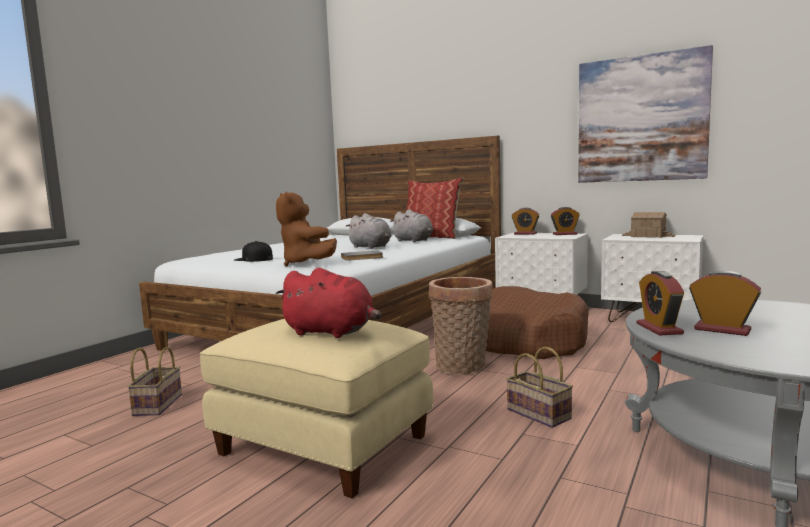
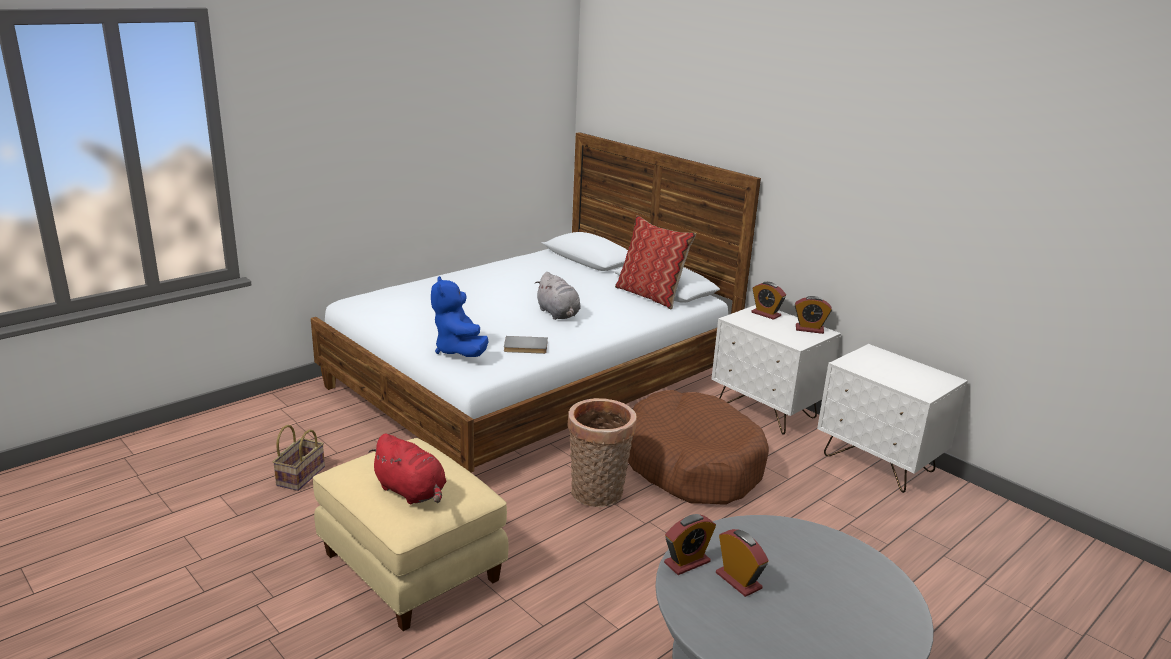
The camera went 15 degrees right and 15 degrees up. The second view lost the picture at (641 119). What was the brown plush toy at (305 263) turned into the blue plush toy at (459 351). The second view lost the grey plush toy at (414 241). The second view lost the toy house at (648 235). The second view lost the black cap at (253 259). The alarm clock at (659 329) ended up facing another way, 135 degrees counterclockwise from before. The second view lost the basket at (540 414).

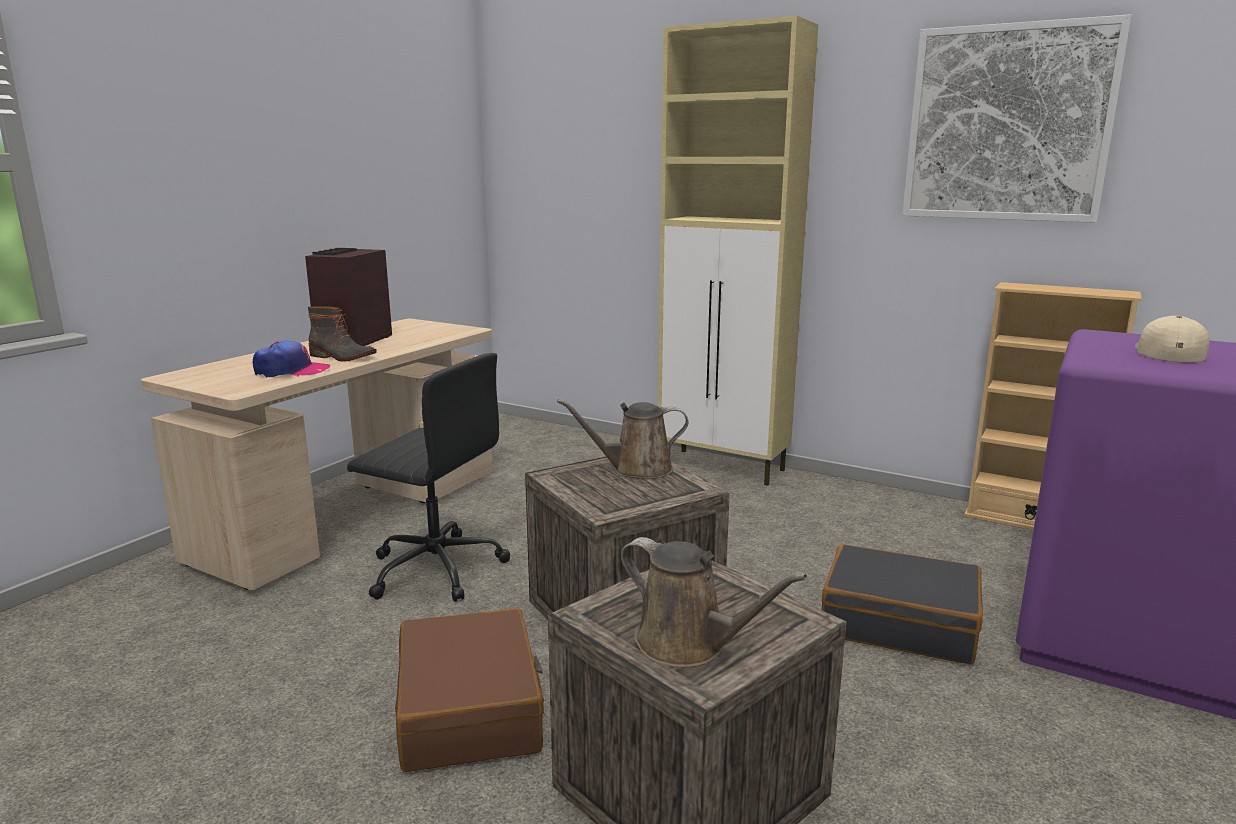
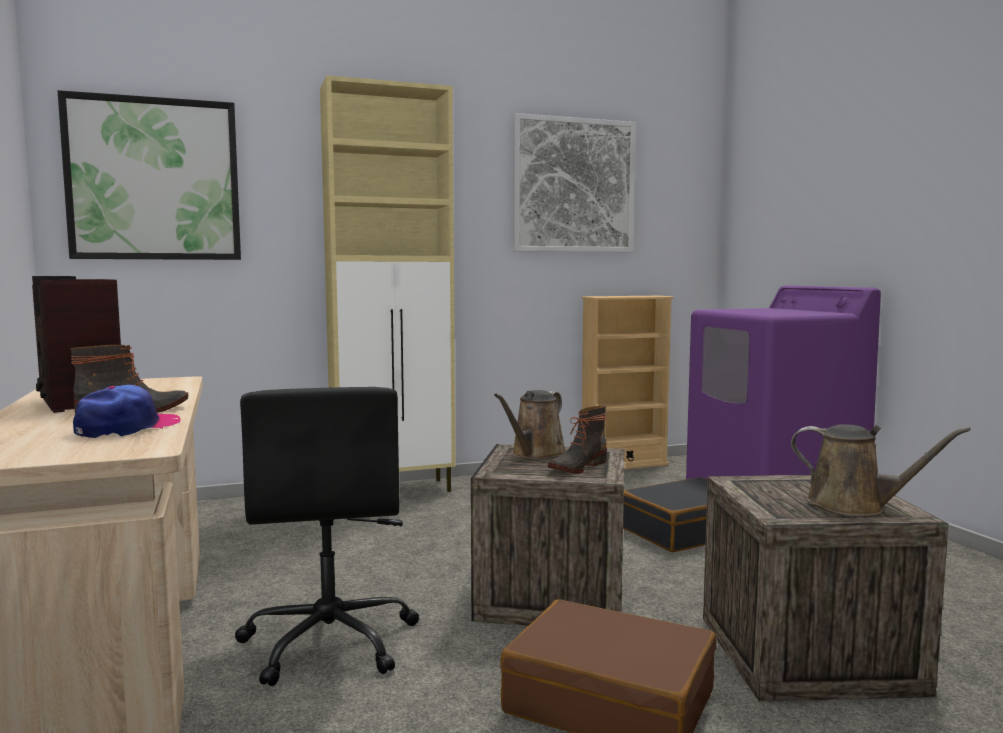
The camera went 50 degrees left and 10 degrees down. The second view lost the beige cap at (1169 352). The black office chair at (434 568) ended up facing another way, 105 degrees clockwise from before. The brown watering can at (688 644) ended up facing another way, 45 degrees clockwise from before. The second view gained the picture at (154 179). The second view gained the boot at (576 467).

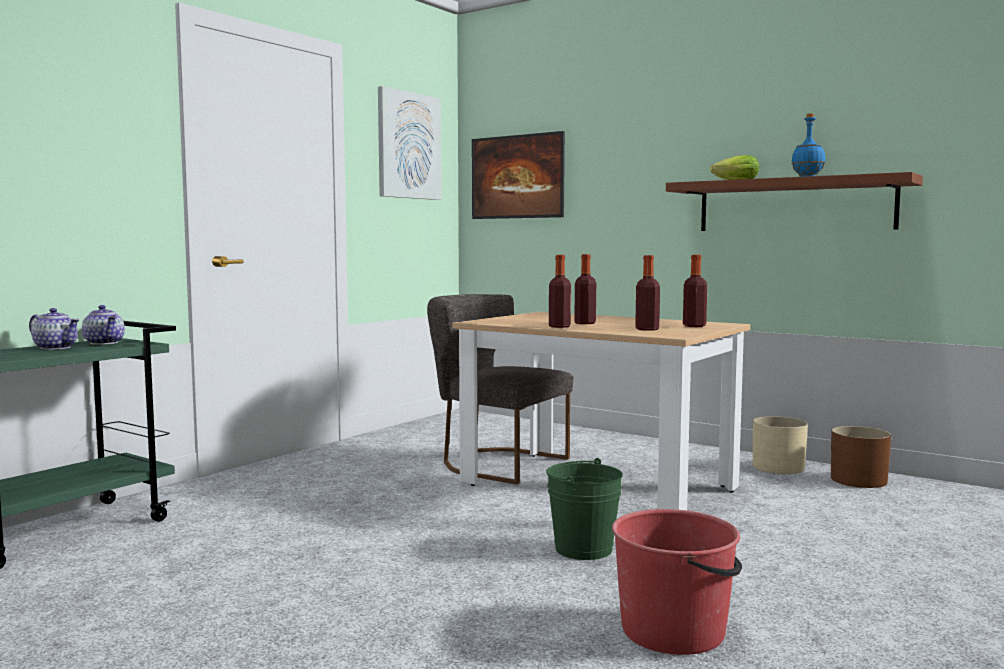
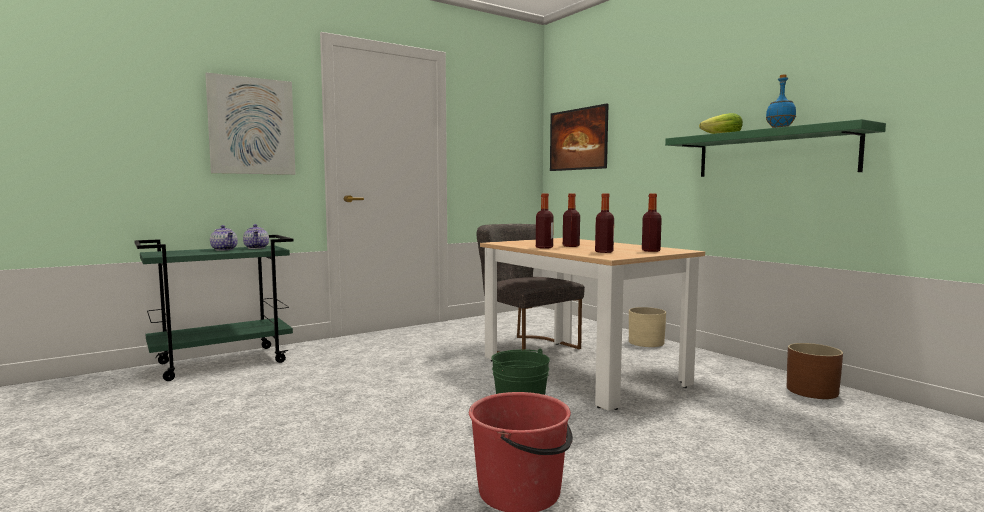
The camera went 20 degrees right and 0 degrees up. The picture ended up elsewhere, having gone from (408 146) to (251 126). What was the brown shelf at (794 205) turned into the green shelf at (773 153). The beige planter ended up elsewhere, having gone from (778 467) to (646 342).

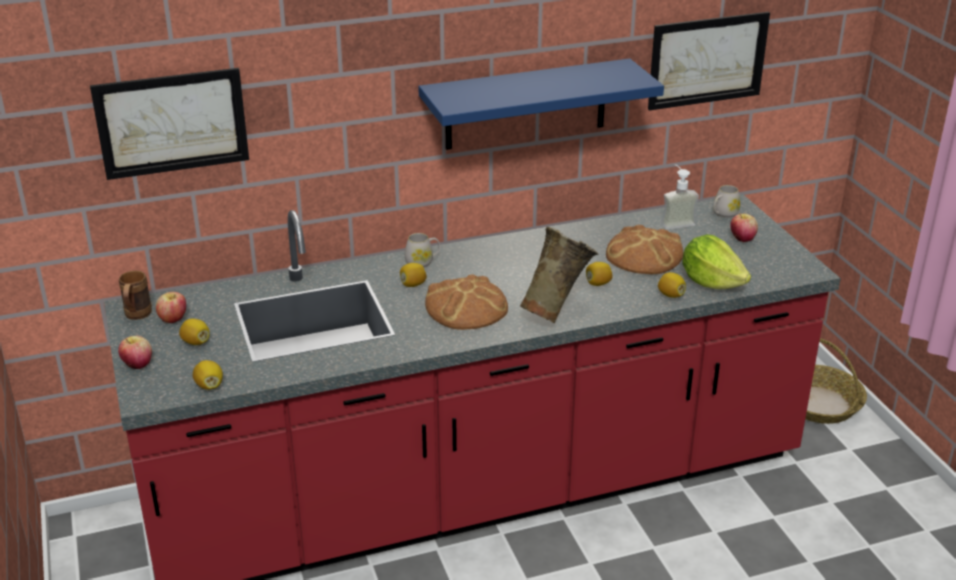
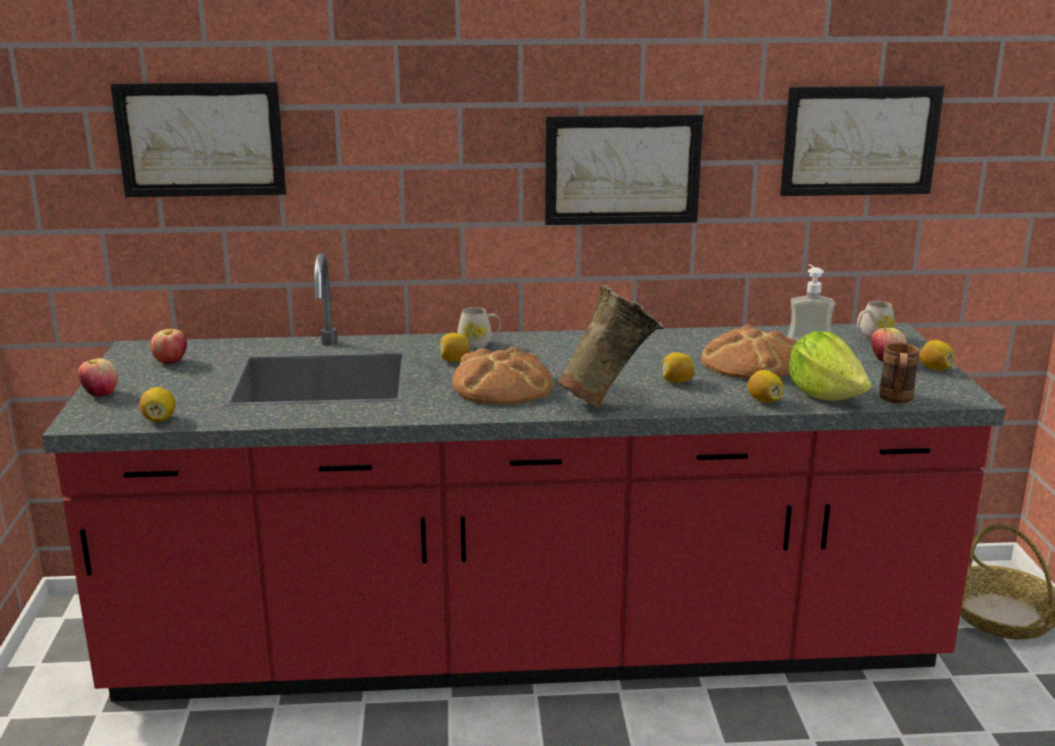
The camera went 15 degrees right and 10 degrees down. Where the blue shelf hung at (526 104), the picture came to hang at (622 170). The brown mug ended up elsewhere, having gone from (136 316) to (895 400). The lemon ended up elsewhere, having gone from (196 342) to (935 369).

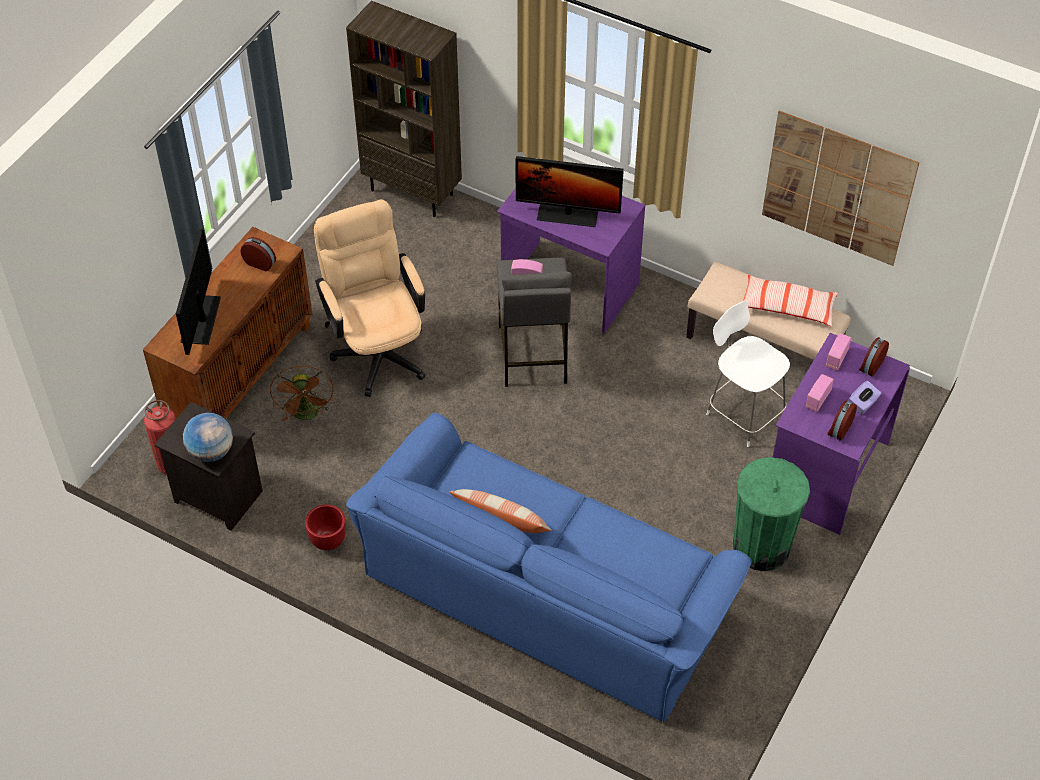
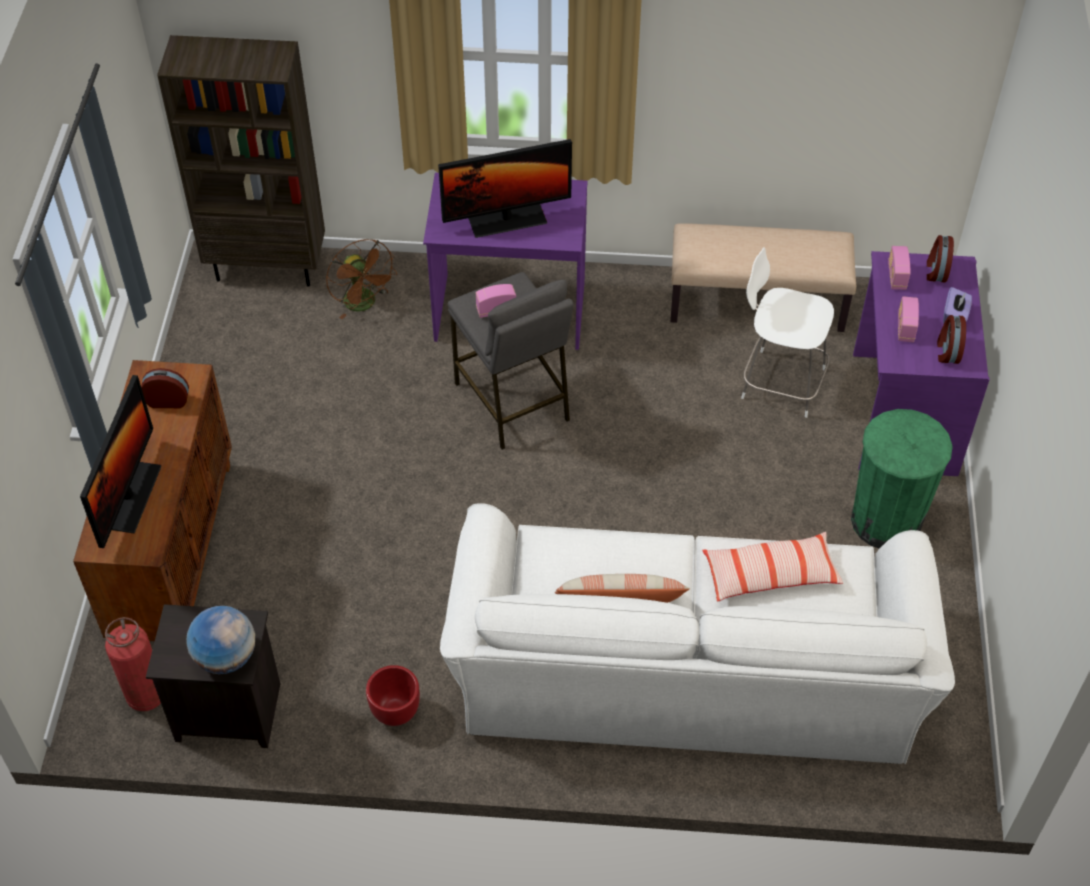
The camera went 25 degrees left and 0 degrees up. The second view lost the picture at (837 188). The second view lost the beige office chair at (377 348). The monitor at (200 319) ended up facing another way, 150 degrees counterclockwise from before. The pillow ended up elsewhere, having gone from (787 307) to (770 575). The brown fan ended up elsewhere, having gone from (307 415) to (364 304). What was the blue sofa at (548 590) turned into the white sofa at (686 666).

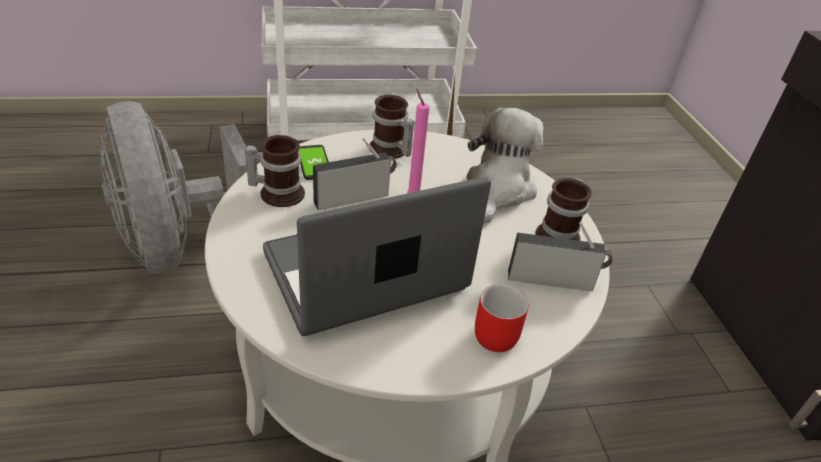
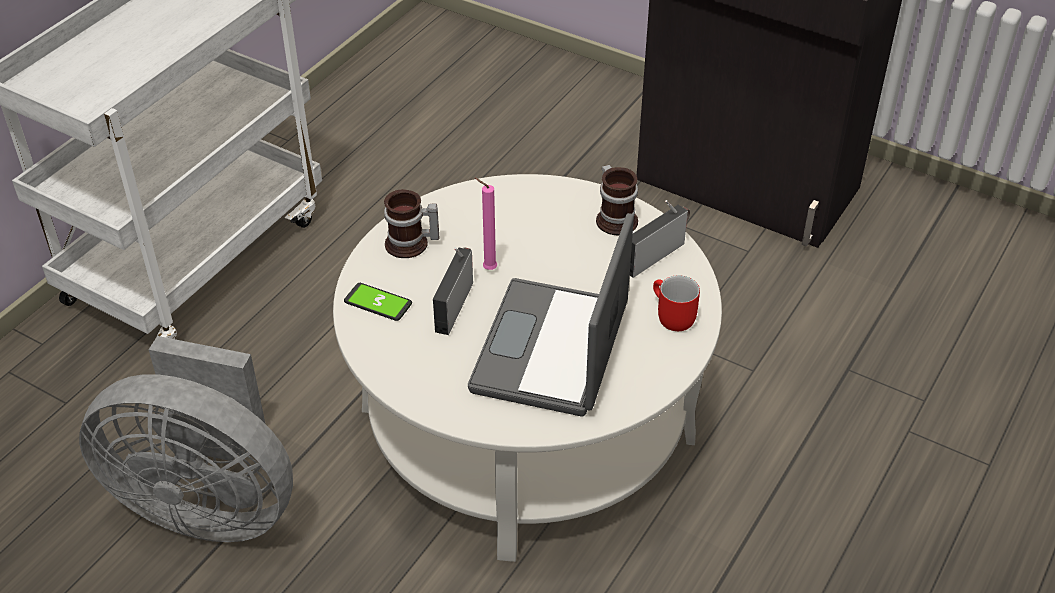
The camera went 45 degrees left and 5 degrees up. The second view lost the plush toy at (497 190). The second view lost the mug at (278 192).

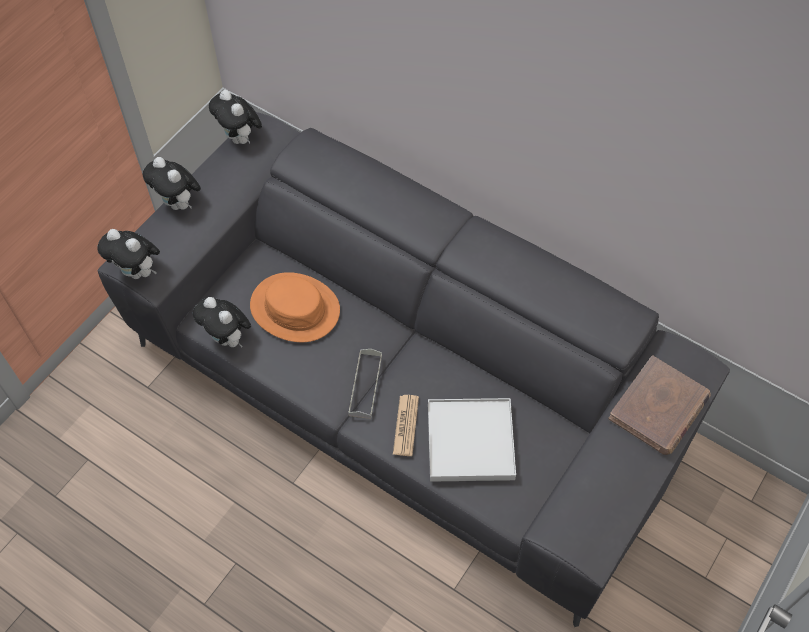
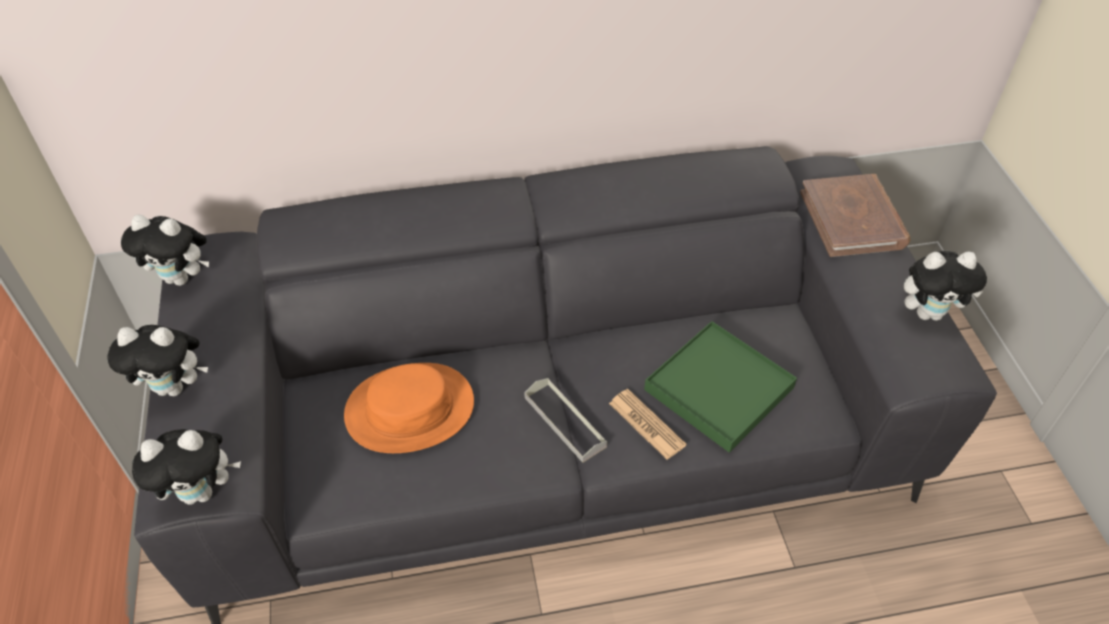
The camera went 45 degrees left and 10 degrees down. The plush toy ended up elsewhere, having gone from (228 338) to (929 312). What was the white tray at (470 441) turned into the green tray at (719 388).

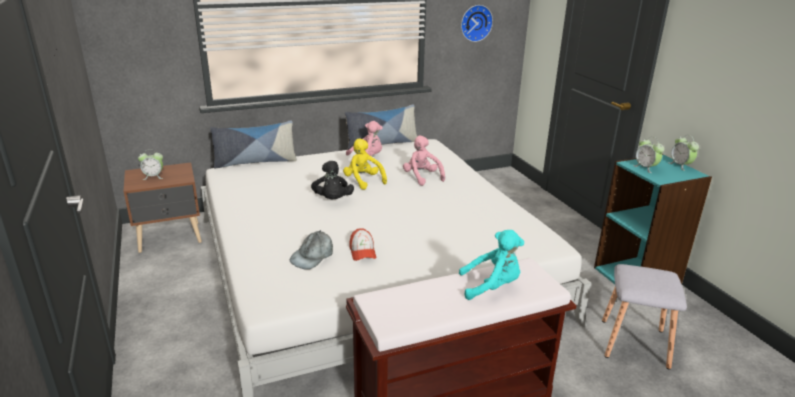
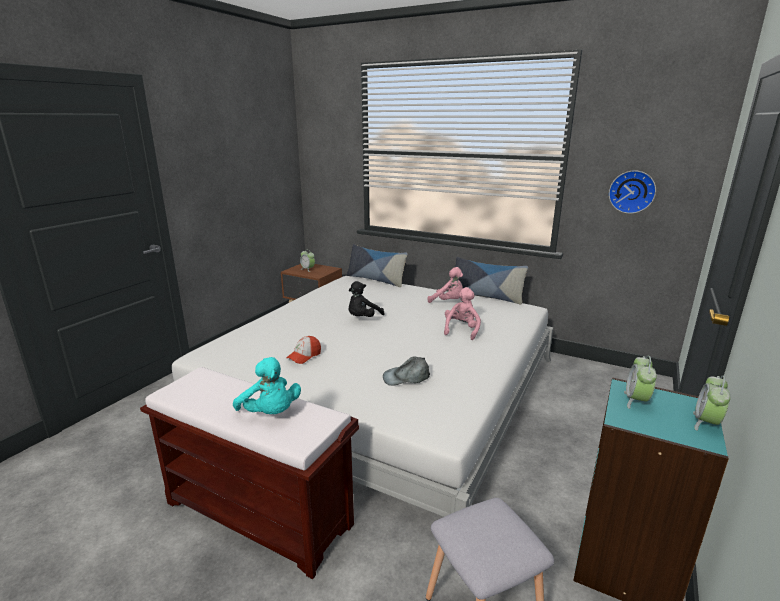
The camera went 50 degrees right and 5 degrees down. The second view lost the yellow plush toy at (363 181). The grey cap ended up elsewhere, having gone from (313 256) to (406 377).

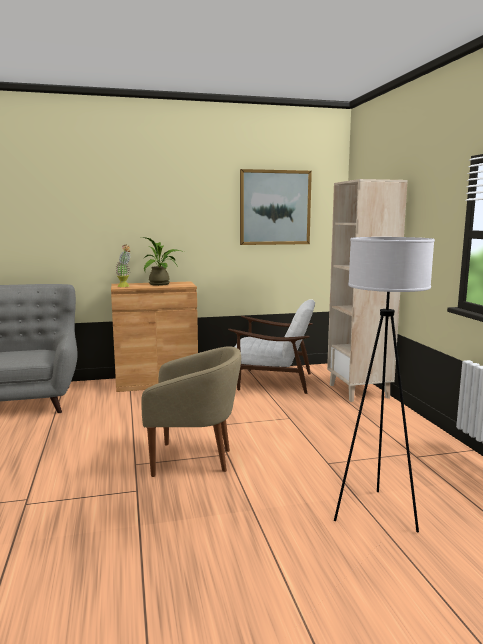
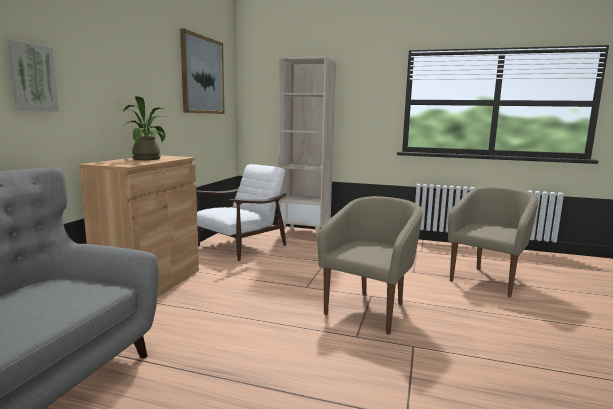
The camera went 60 degrees left and 0 degrees up. Where the white floor lamp stood at (375 513), the beige armchair came to stand at (487 280). The second view lost the potted plant at (125 286). The second view gained the picture at (32 77).

